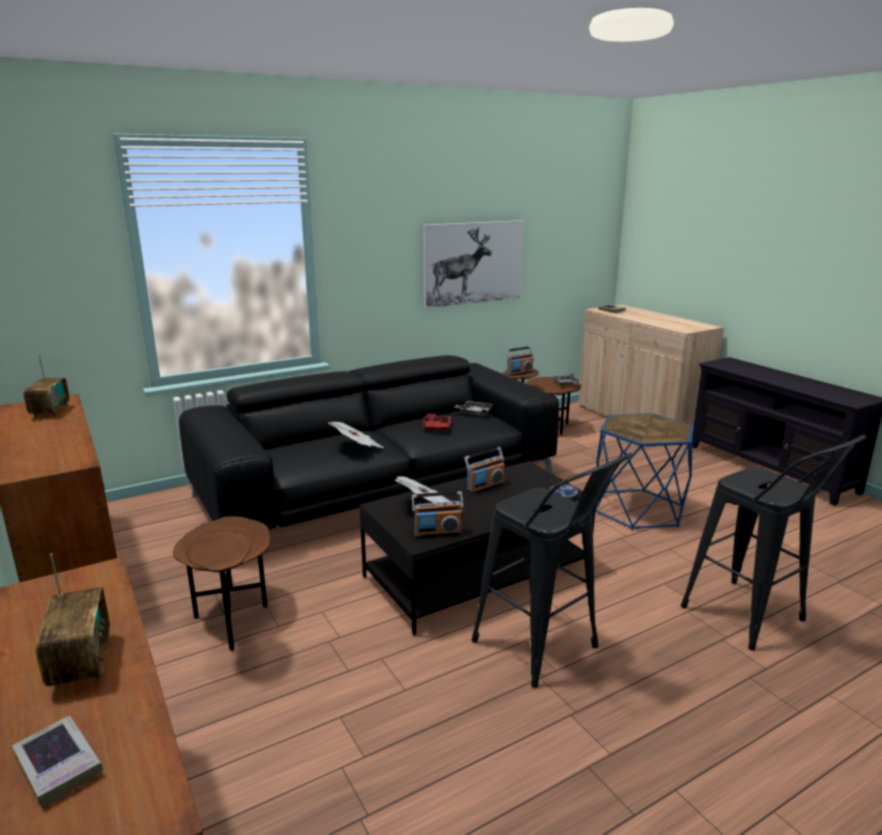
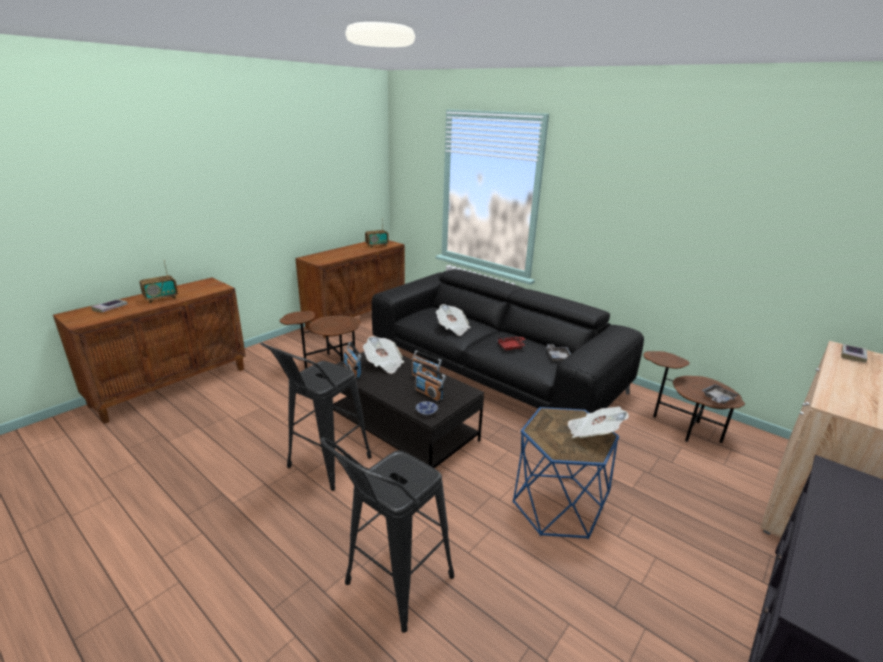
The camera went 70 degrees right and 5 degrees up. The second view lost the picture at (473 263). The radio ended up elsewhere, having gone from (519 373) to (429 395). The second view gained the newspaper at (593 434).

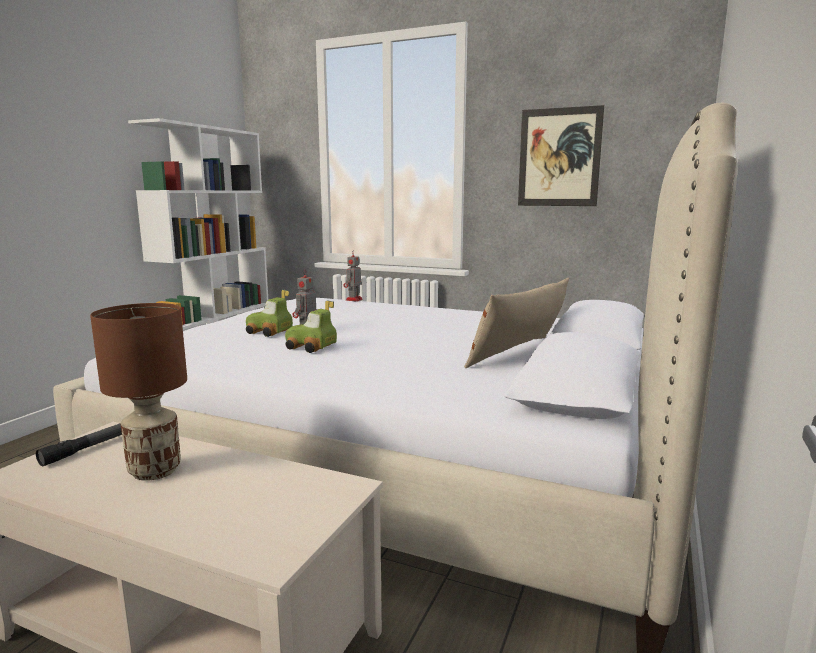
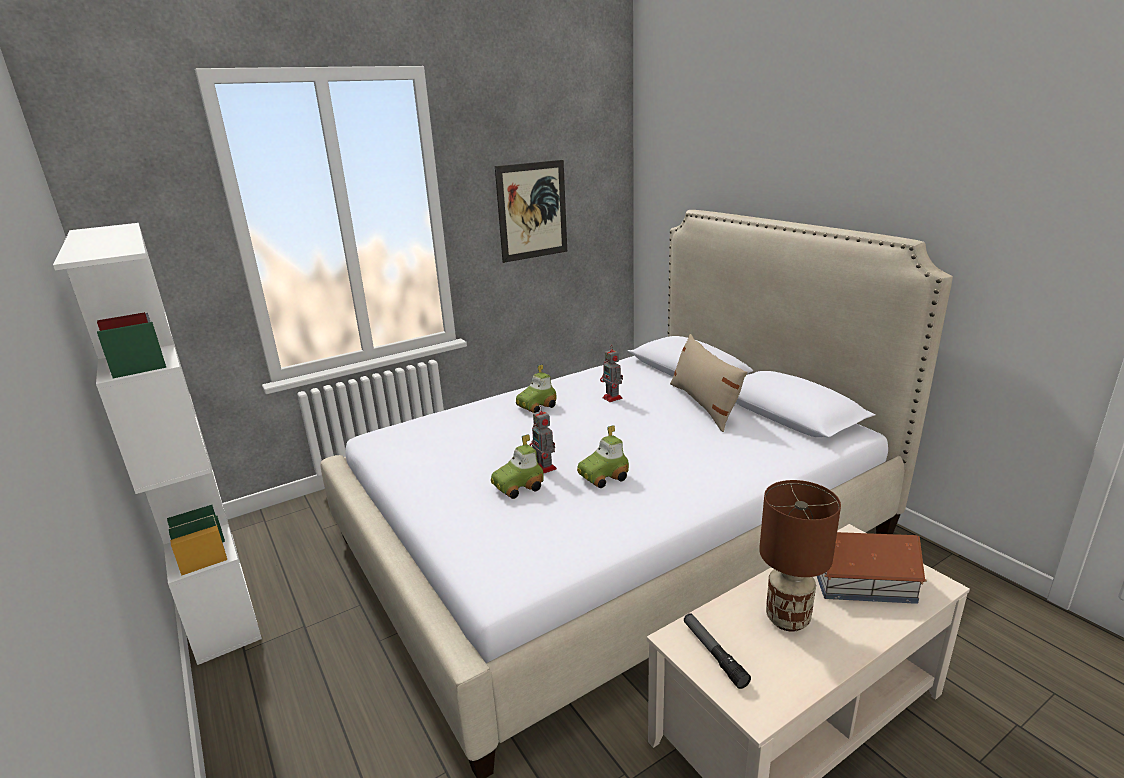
The camera went 55 degrees left and 10 degrees up. The toy robot ended up elsewhere, having gone from (353 300) to (613 398). The second view gained the toy car at (536 406). The second view gained the toy house at (863 582).

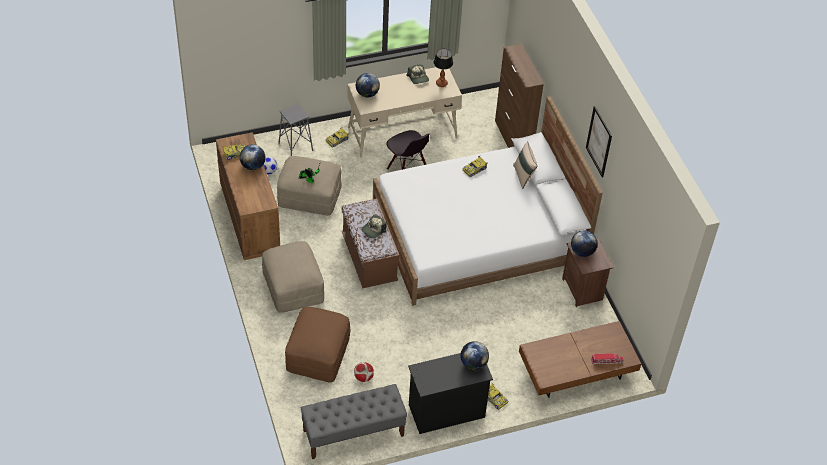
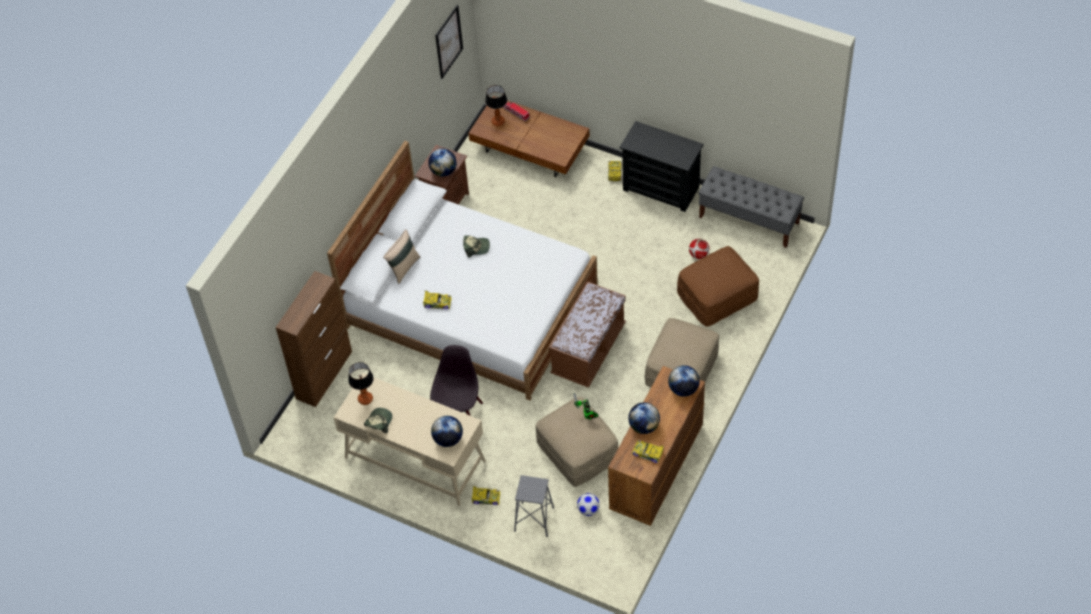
The camera went 130 degrees left and 5 degrees up. The picture ended up elsewhere, having gone from (599 141) to (448 41). The cap ended up elsewhere, having gone from (373 229) to (476 247). The globe ended up elsewhere, having gone from (473 364) to (683 389). The second view gained the table lamp at (497 122).

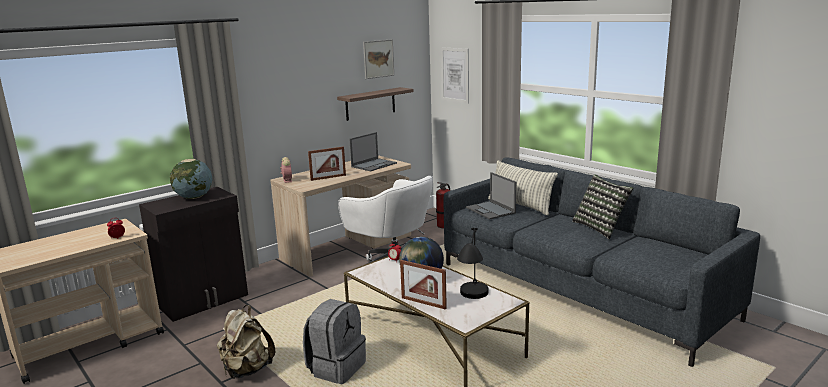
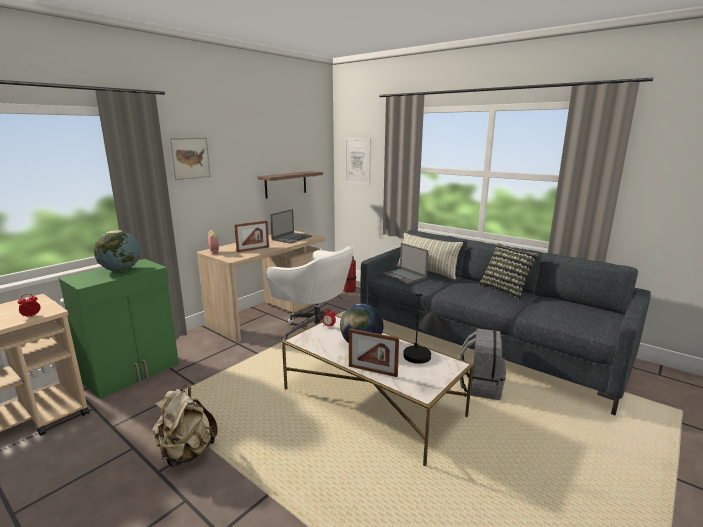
The camera went 10 degrees left and 0 degrees up. The picture ended up elsewhere, having gone from (378 59) to (190 158). What was the black cabinet at (204 301) turned into the green cabinet at (133 373). The grey backpack ended up elsewhere, having gone from (336 367) to (480 386).

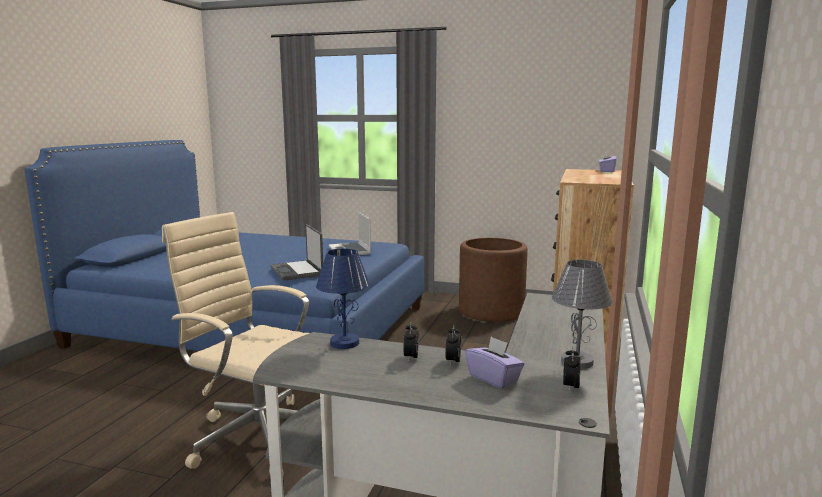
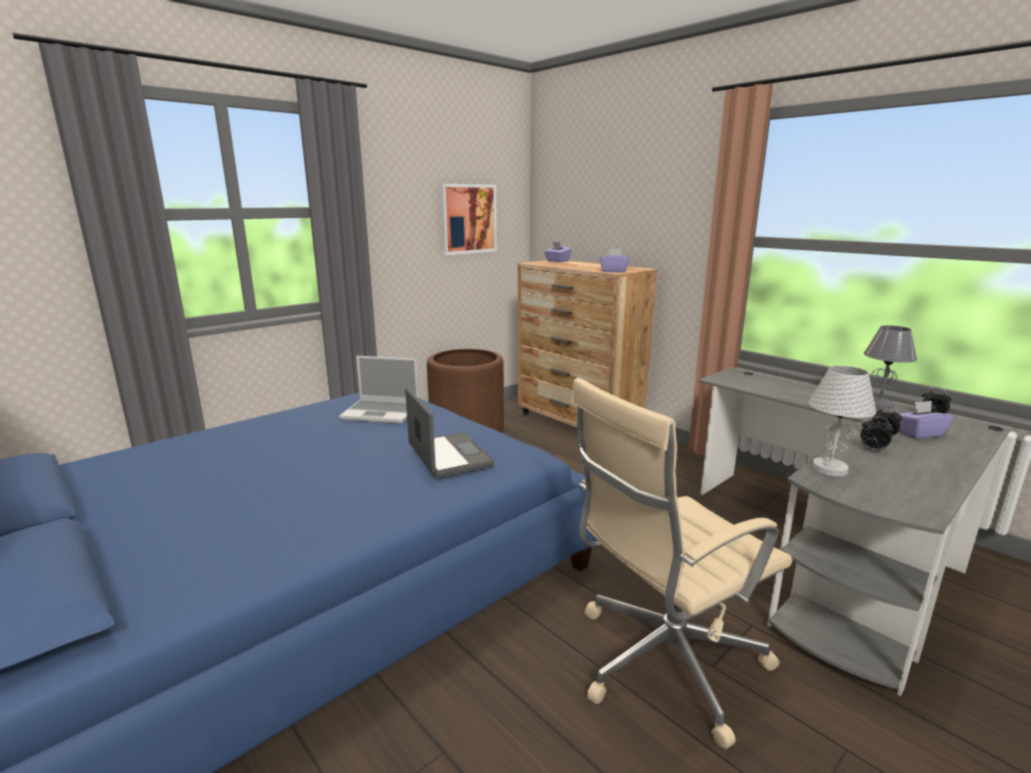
The camera went 60 degrees left and 5 degrees up. The laptop at (297 271) ended up facing another way, 120 degrees counterclockwise from before. What was the blue table lamp at (344 343) turned into the white table lamp at (828 468). The second view gained the picture at (468 219). The second view gained the purple tissue box at (614 271).

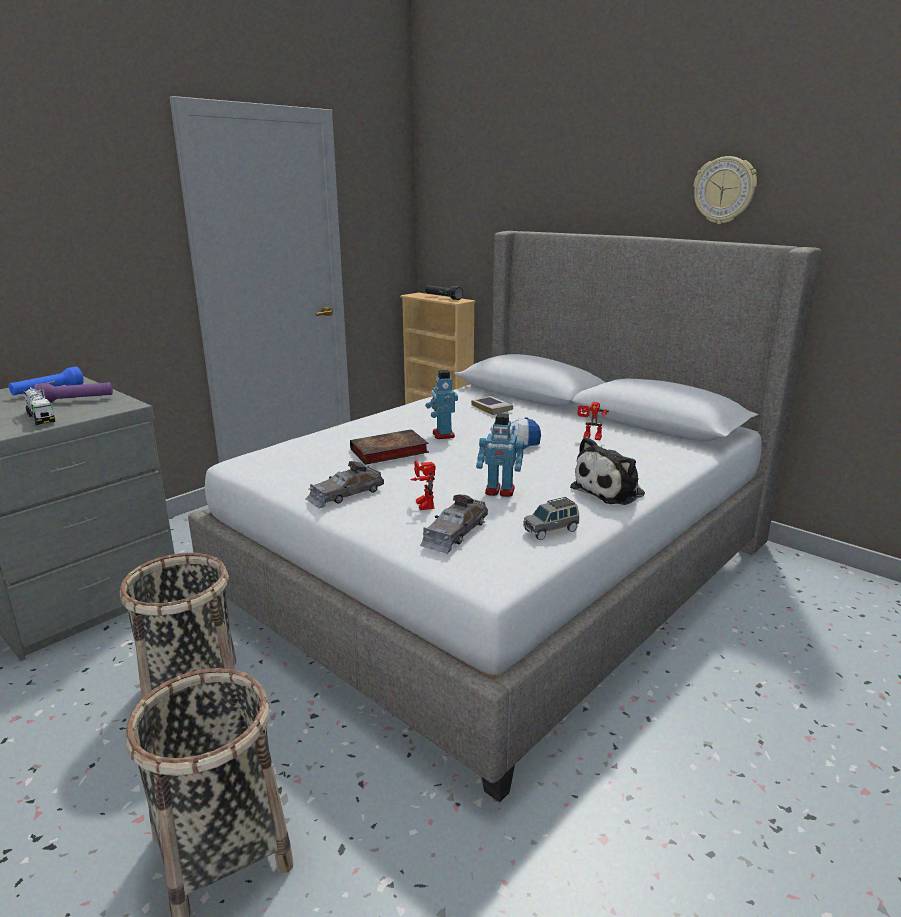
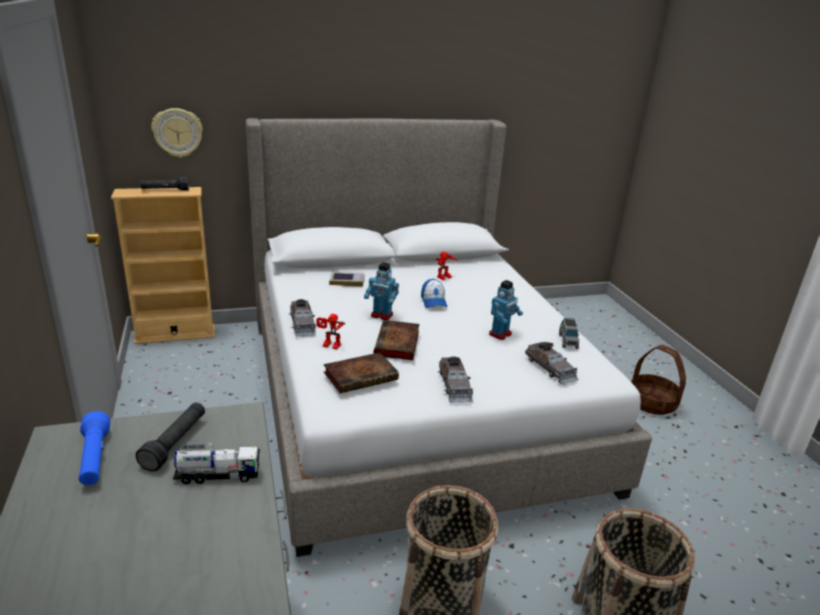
The camera went 60 degrees left and 5 degrees up. The wall clock ended up elsewhere, having gone from (724 190) to (177 132). What was the purple flashlight at (76 401) turned into the black flashlight at (175 443). The second view lost the plush toy at (611 491). The toy robot ended up elsewhere, having gone from (421 504) to (329 346). The second view gained the grey toy car at (302 323). The second view gained the basket at (652 403). The second view gained the book at (362 376).

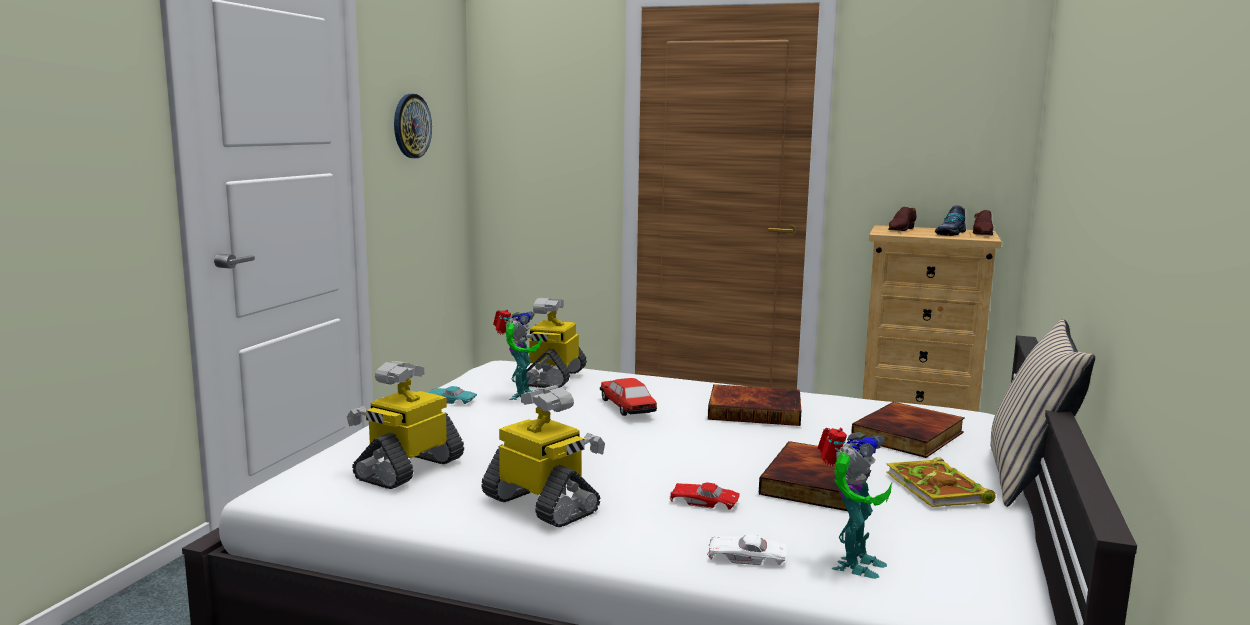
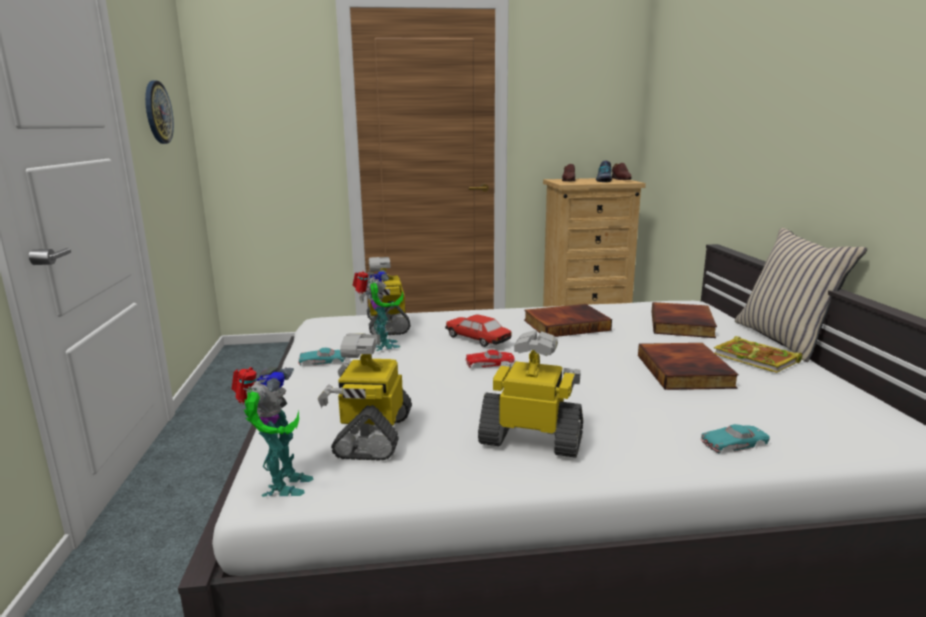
The camera went 25 degrees left and 5 degrees up. The toy robot ended up elsewhere, having gone from (851 564) to (281 485). The red toy car ended up elsewhere, having gone from (704 502) to (489 363). What was the white toy car at (746 556) turned into the turquoise toy car at (734 443).

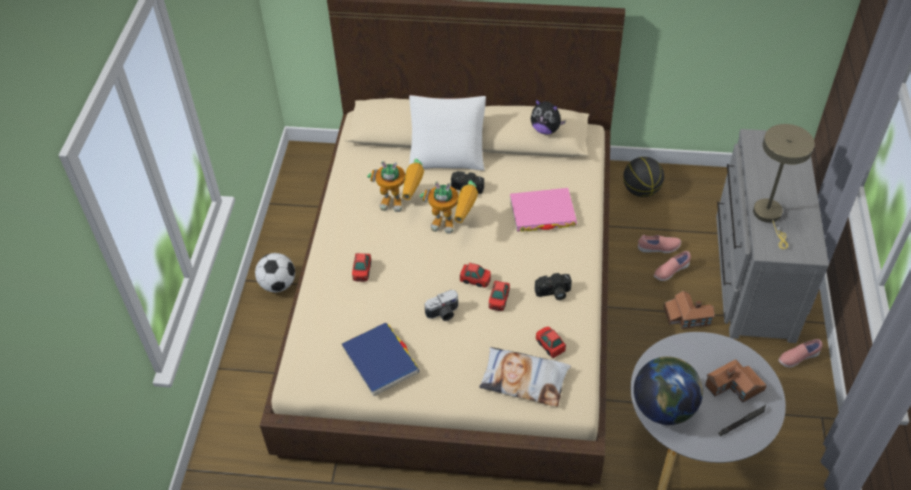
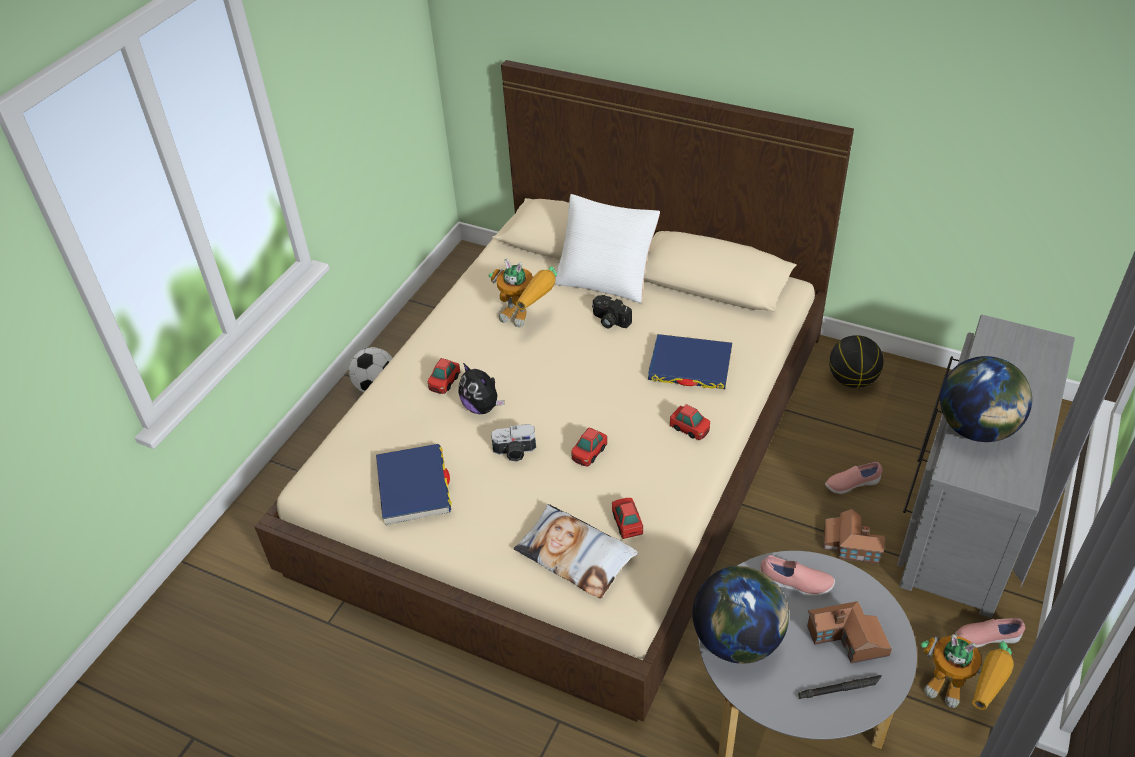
The camera went 20 degrees right and 5 degrees down. The plush toy ended up elsewhere, having gone from (545 130) to (482 407). Where the beige table lamp stood at (769 216), the globe came to stand at (976 428). The toy robot ended up elsewhere, having gone from (453 224) to (959 694). What was the pink book at (542 213) turned into the blue book at (690 365). The pink shoe ended up elsewhere, having gone from (658 248) to (795 584). The toy car ended up elsewhere, having gone from (475 280) to (690 429). The second view lost the photo camera at (553 293).

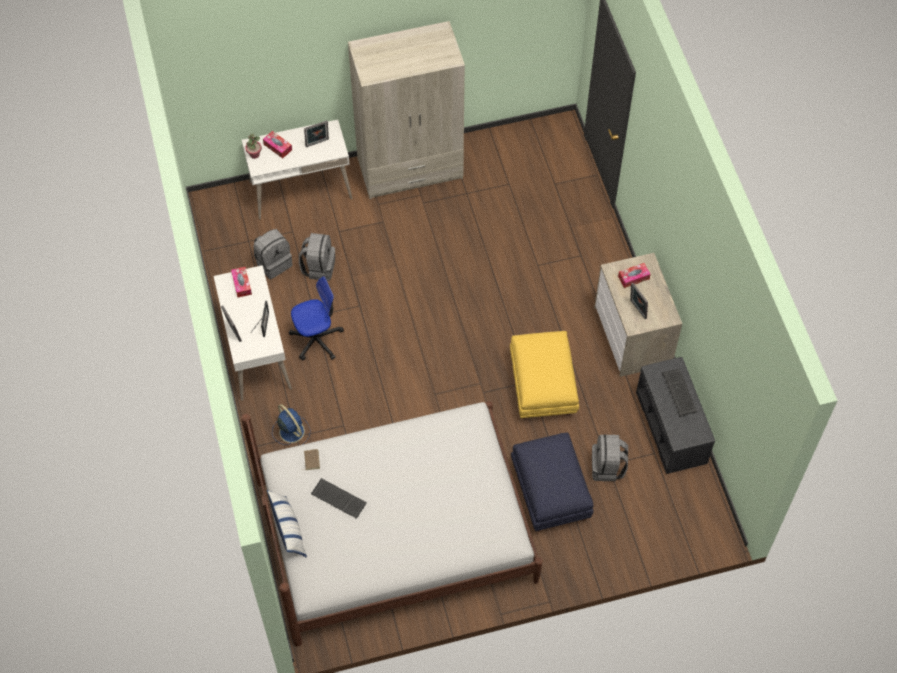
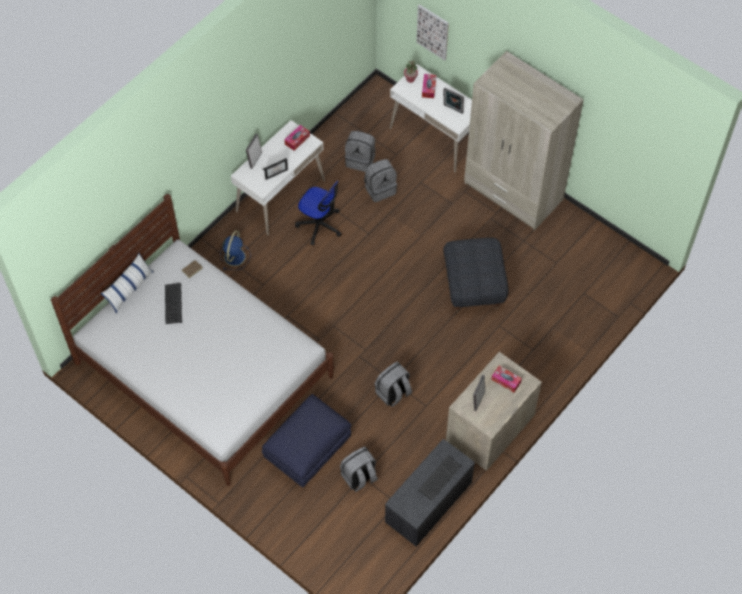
The camera went 55 degrees right and 0 degrees up. Where the yellow ottoman stood at (543 388), the grey backpack came to stand at (393 393). The second view gained the picture at (432 32). The second view gained the grey ottoman at (474 286).

